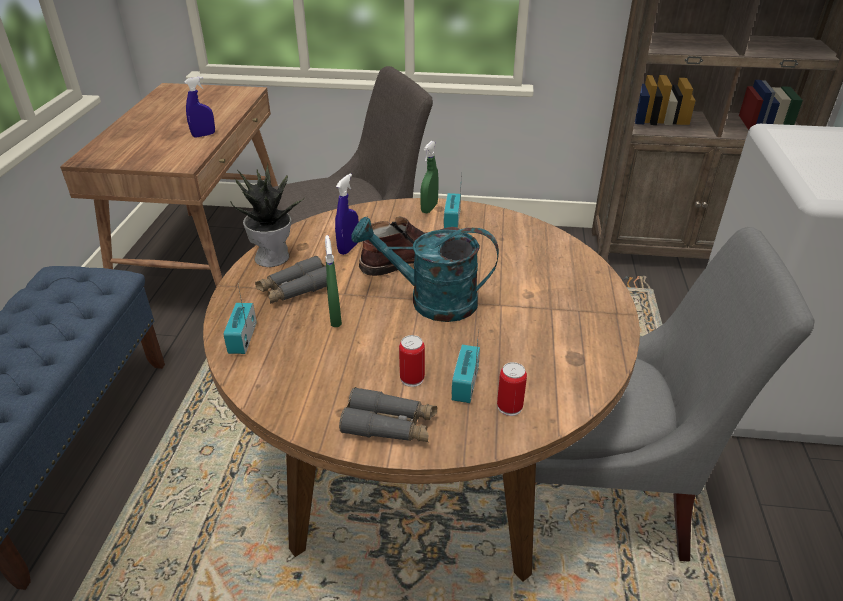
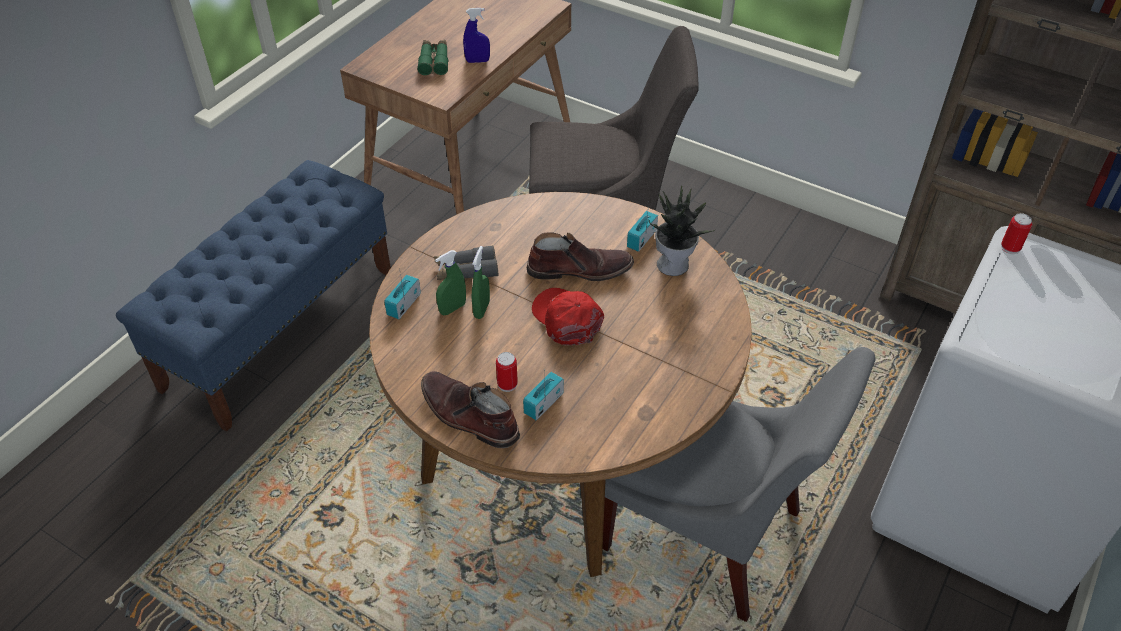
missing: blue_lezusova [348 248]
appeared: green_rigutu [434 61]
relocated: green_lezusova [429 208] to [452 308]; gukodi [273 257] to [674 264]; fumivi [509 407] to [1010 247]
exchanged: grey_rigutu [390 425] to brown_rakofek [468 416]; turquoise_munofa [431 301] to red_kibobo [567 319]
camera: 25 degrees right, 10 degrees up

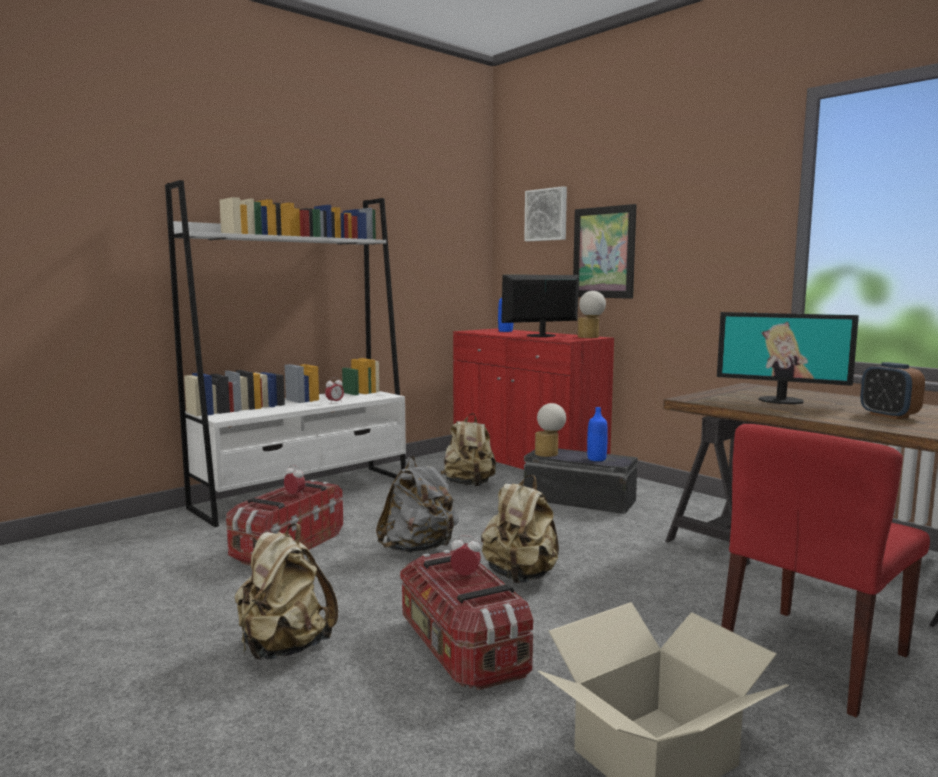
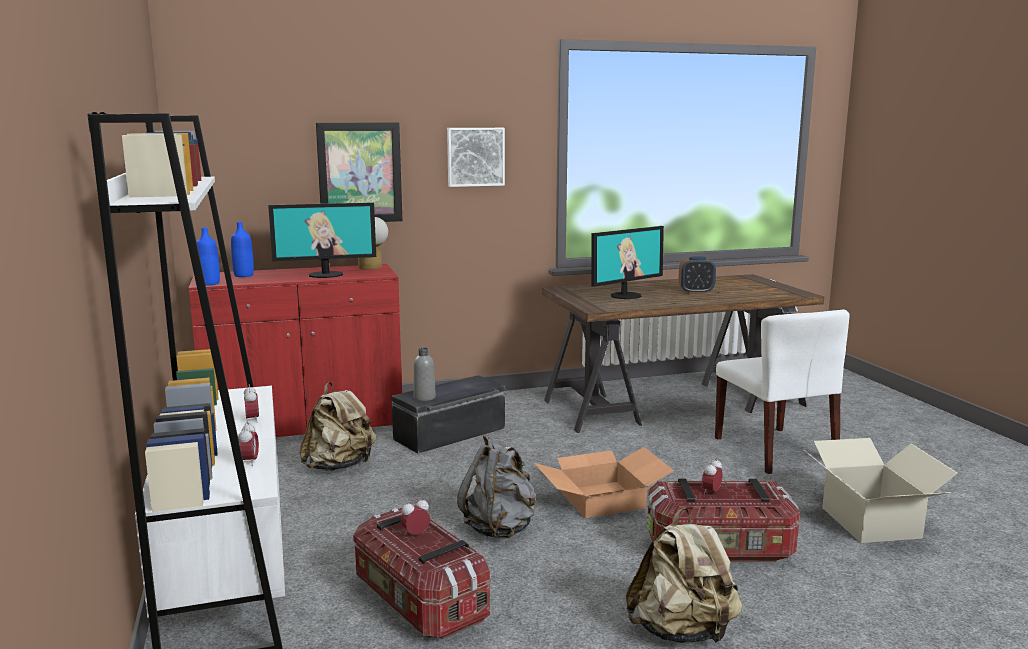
appeared: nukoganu [249 462]
relocated: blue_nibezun [596 459] to [209 283]; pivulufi [547 215] to [475 156]
exchanged: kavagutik [549 453] to grey_nibezun [424 397]; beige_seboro [520 576] to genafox [602 498]
colour: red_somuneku [814 658] to white_somuneku [775 450]
spun: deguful [541 336] = [326 274] 105 degrees counterclockwise
camera: 65 degrees left, 5 degrees up

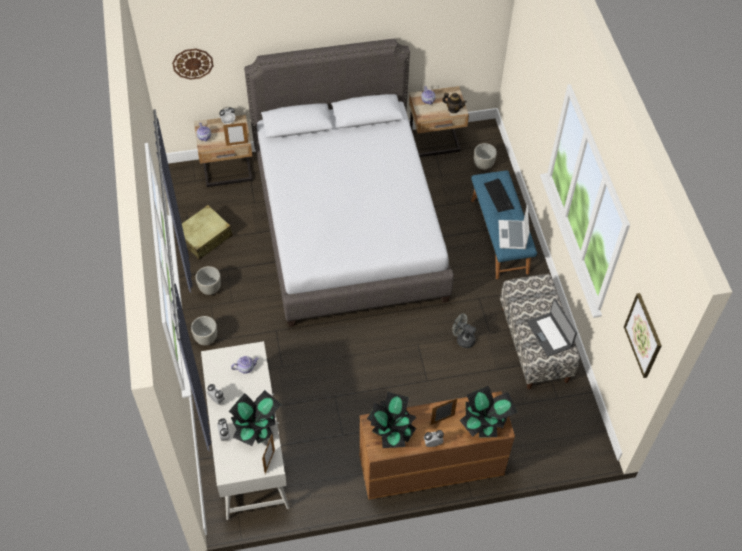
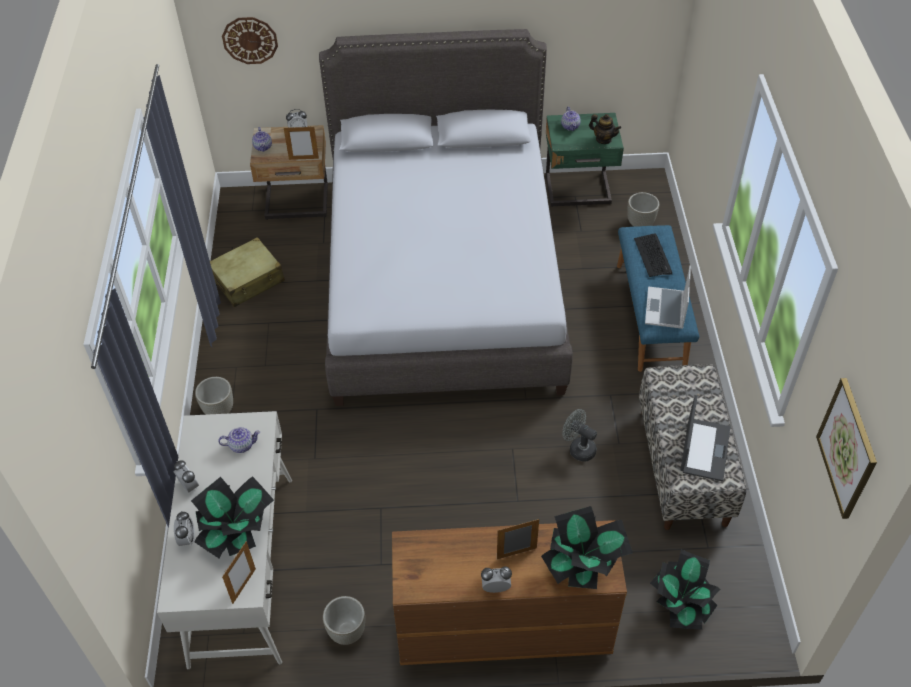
relocated: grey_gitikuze [210 289] to [347 632]; gukodi [391 430] to [681 603]
colour: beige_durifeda [435 143] to green_durifeda [578 191]
spun: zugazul [549 334] = [704 449] 150 degrees counterclockwise
camera: 10 degrees right, 5 degrees down

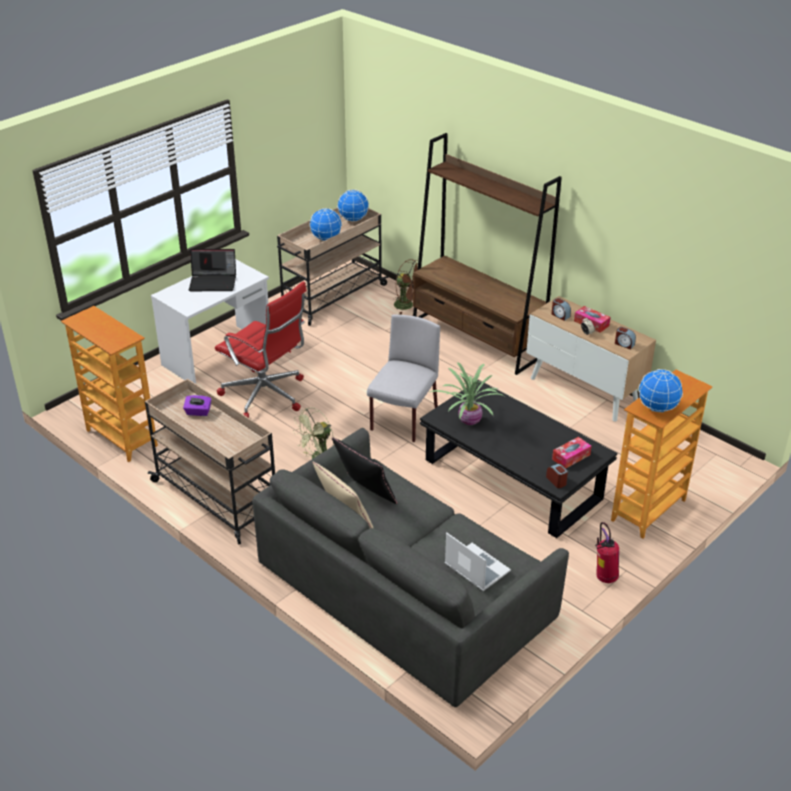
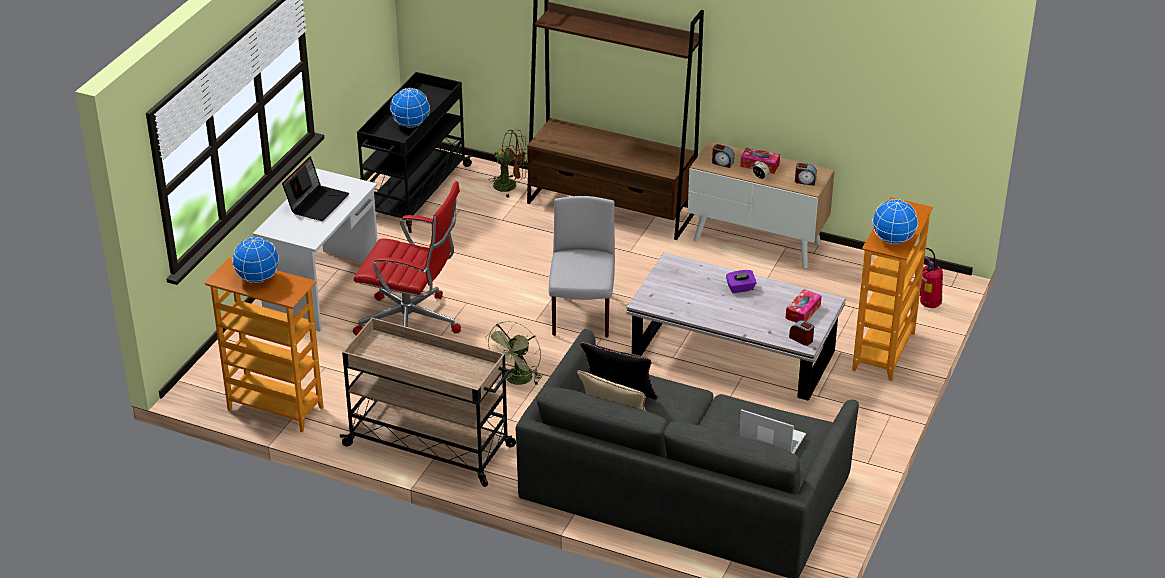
missing: gukodi [468 420]
relocated: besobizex [353 219] to [257 278]; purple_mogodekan [198 412] to [740 288]; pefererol [604 577] to [928 304]
colour: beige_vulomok [331 297] to black_vulomok [414 193]; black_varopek [512 479] to white_varopek [732 353]
spun: zugazul [214 282] = [317 203] 45 degrees counterclockwise
camera: 20 degrees left, 0 degrees up

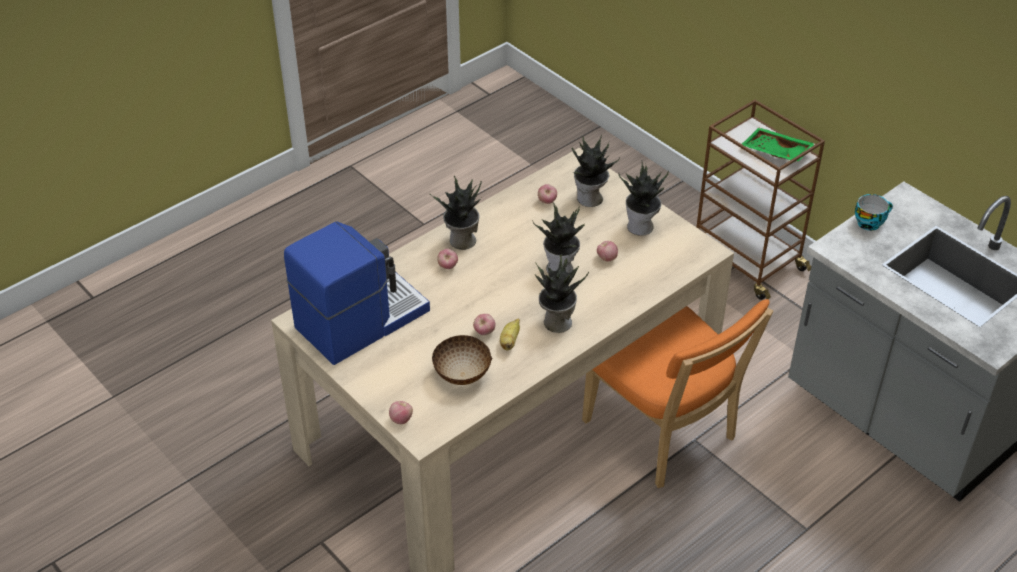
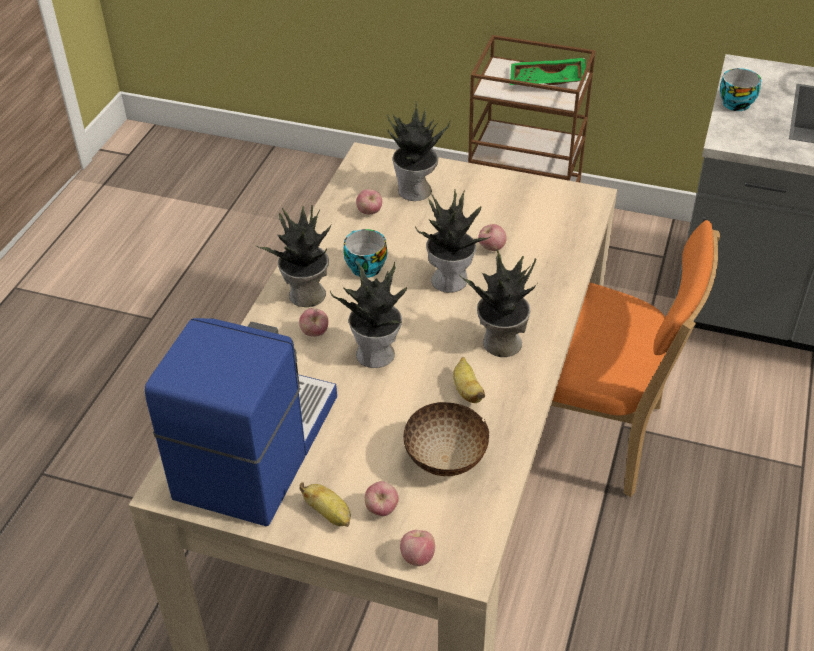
appeared: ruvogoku [329 514]; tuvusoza [364 267]
relocated: gukodi [641 227] to [377 354]; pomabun [484 332] to [382 509]
camera: 30 degrees left, 0 degrees up

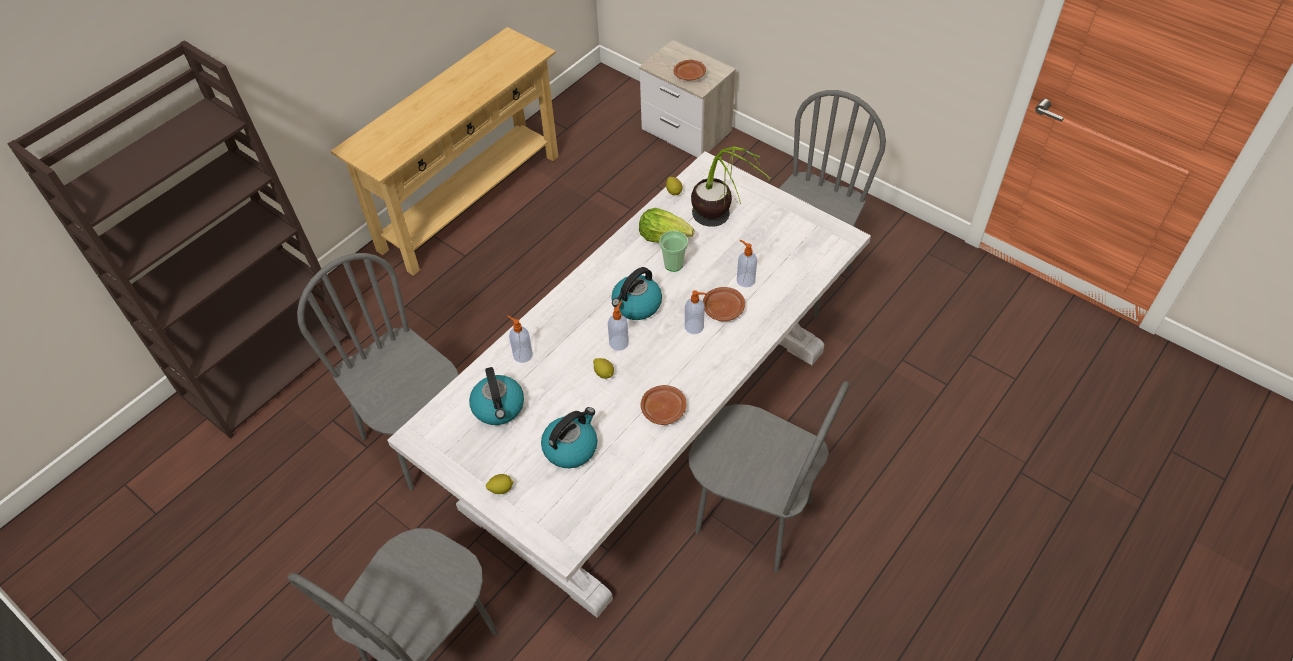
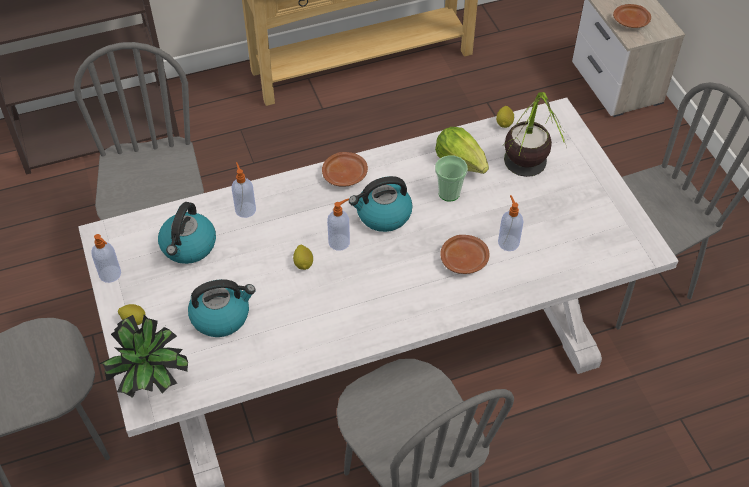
appeared: gukodi [152 385]
relocated: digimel [695 327] to [111 274]; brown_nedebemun [663 409] to [345 174]
camera: 30 degrees right, 0 degrees up

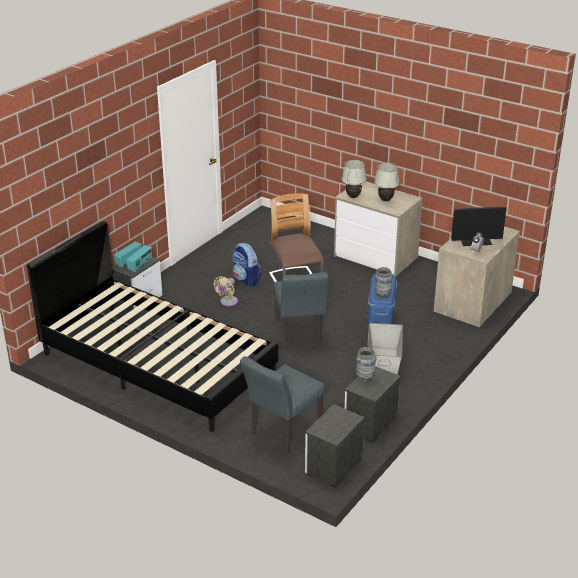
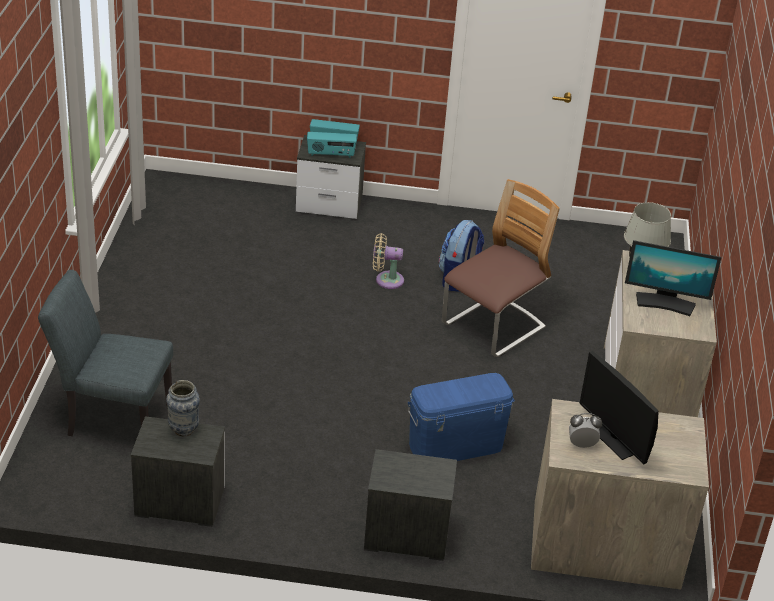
missing: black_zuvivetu [157 364]; grey_somuneku [300 334]; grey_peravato [383 364]; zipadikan [382 295]
relocated: durifeda [333 466] to [405 534]
exchanged: white_kavagutik [385 200] to deguful [665 303]
camera: 60 degrees right, 5 degrees up

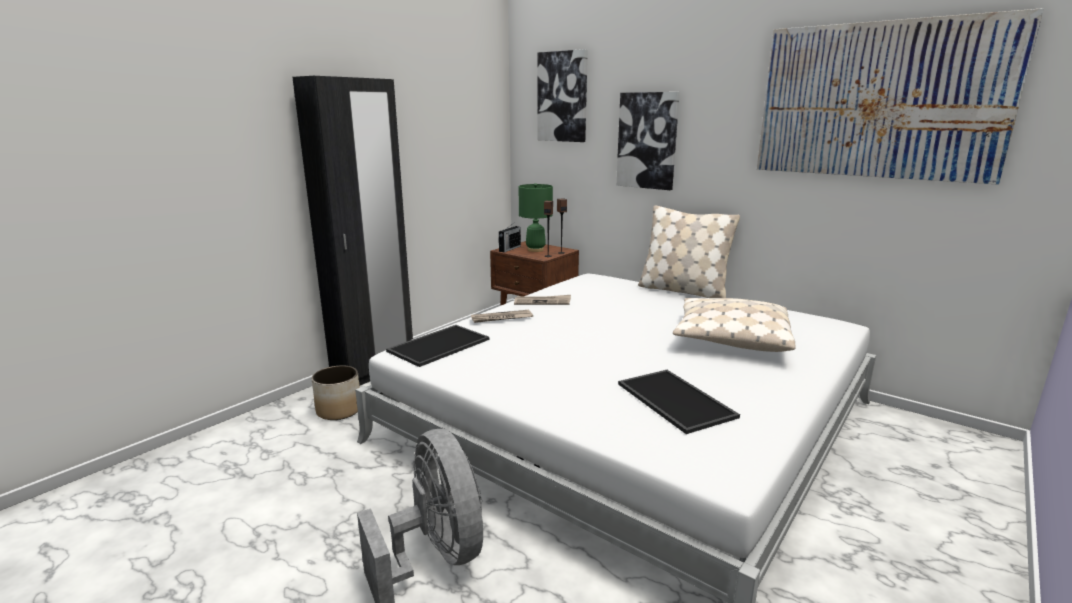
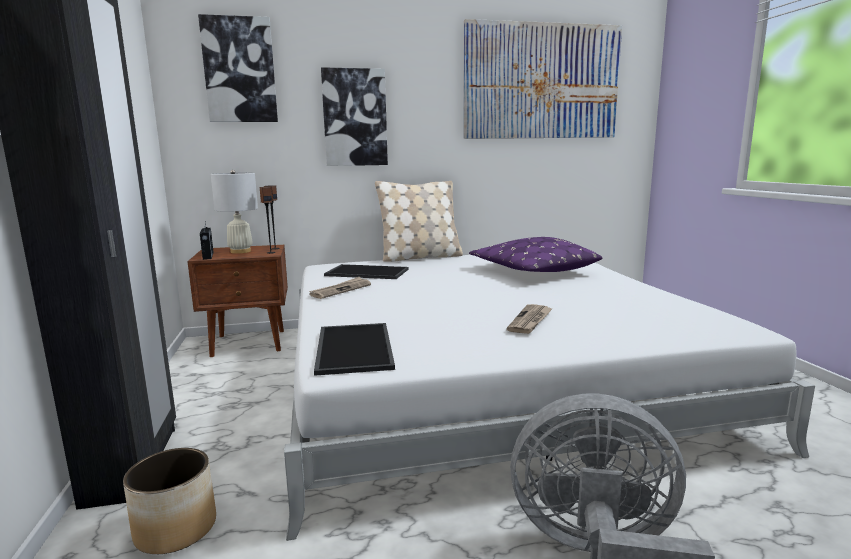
relocated: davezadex [673 400] to [366 272]; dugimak [501 318] to [530 321]
colour: green_kavagutik [535 250] to white_kavagutik [240 251]; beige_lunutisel [730 338] to purple_lunutisel [532 271]
camera: 50 degrees left, 5 degrees down

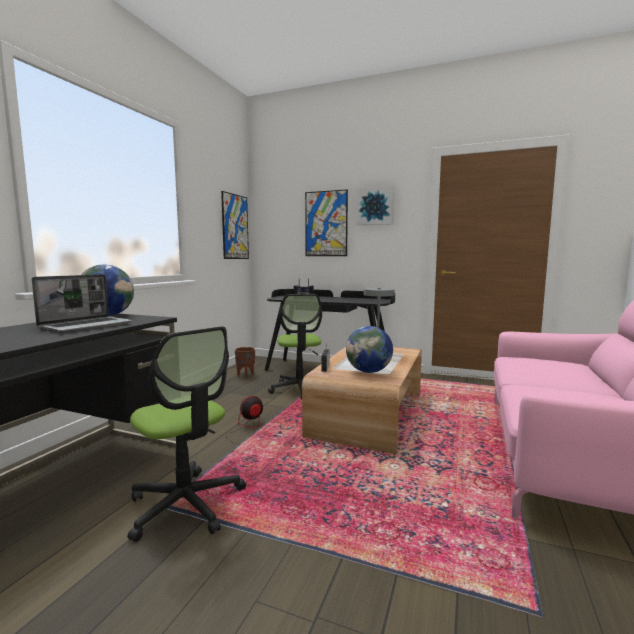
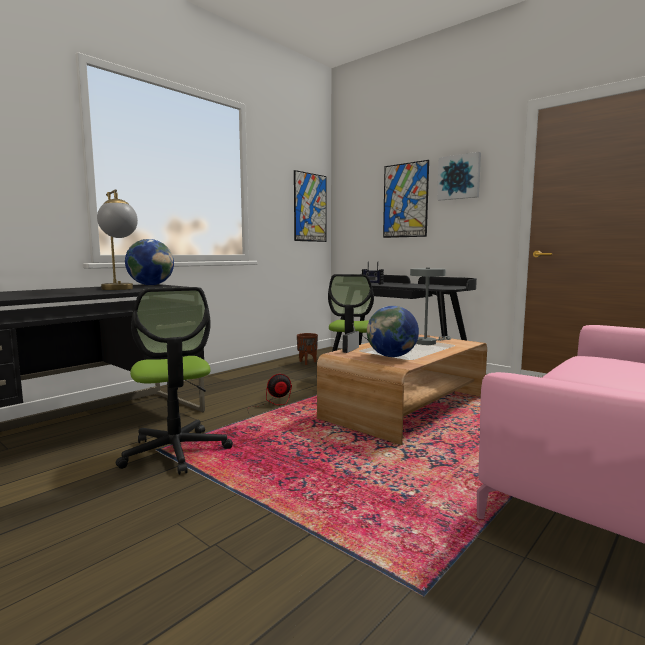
exchanged: zugazul [87 326] to kavagutik [120 289]
camera: 20 degrees right, 0 degrees up

